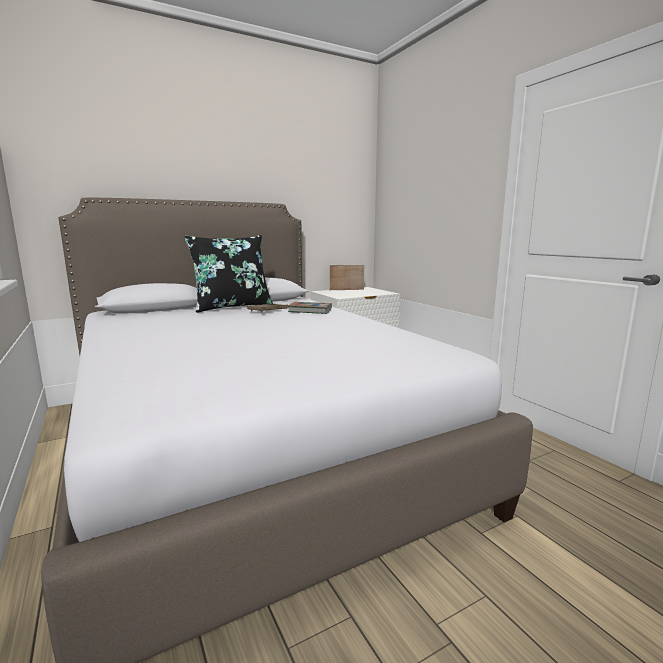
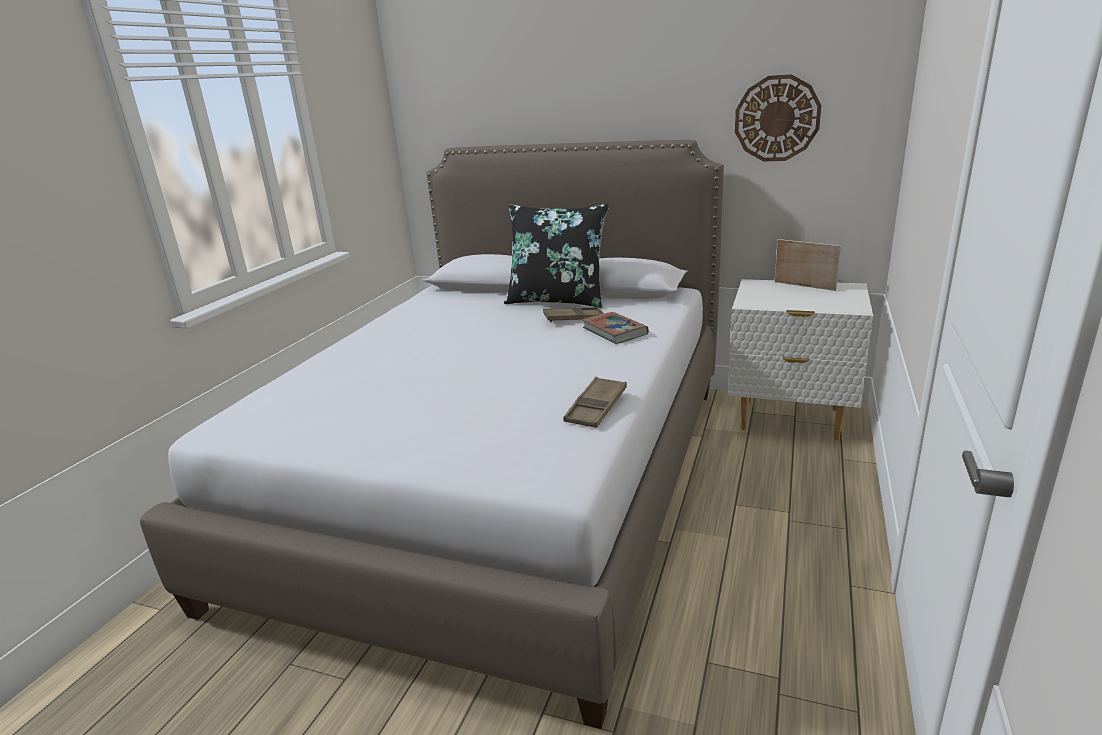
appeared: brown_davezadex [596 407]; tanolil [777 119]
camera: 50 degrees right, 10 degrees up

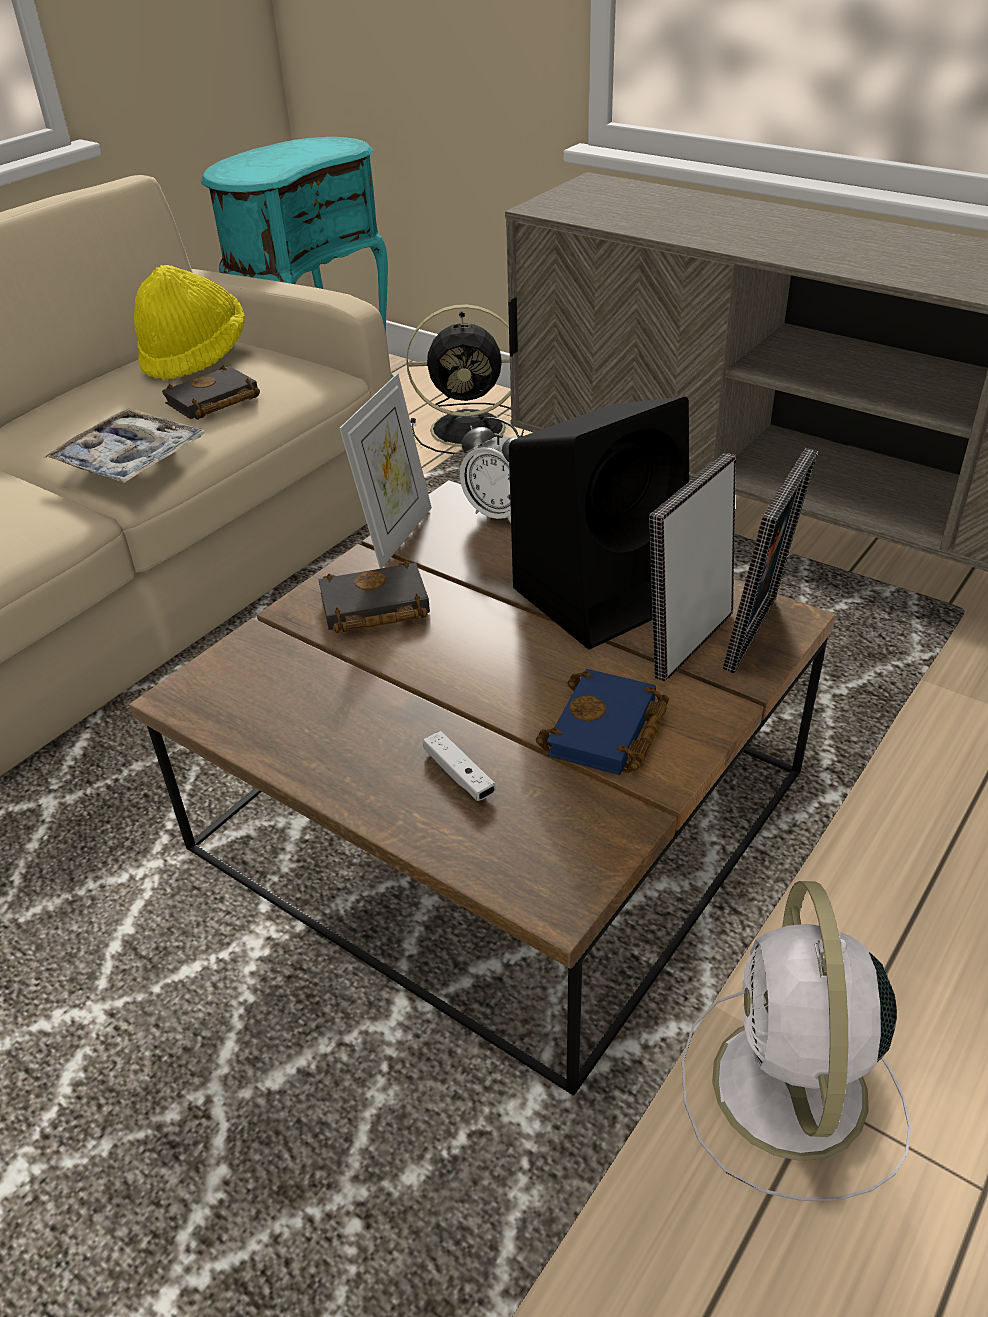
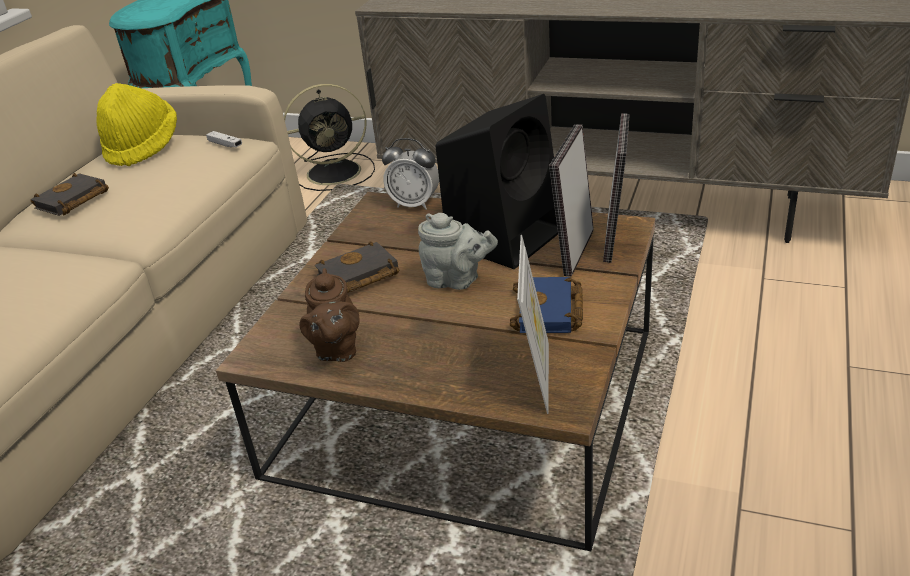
missing: davezadex [130 459]; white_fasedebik [790 1093]
appeared: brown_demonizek [336 350]; grey_demonizek [457 280]
relocated: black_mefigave [212 402] to [72 201]; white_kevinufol [459 775] to [225 144]; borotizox [396 535] to [536 376]
camera: 15 degrees left, 5 degrees down

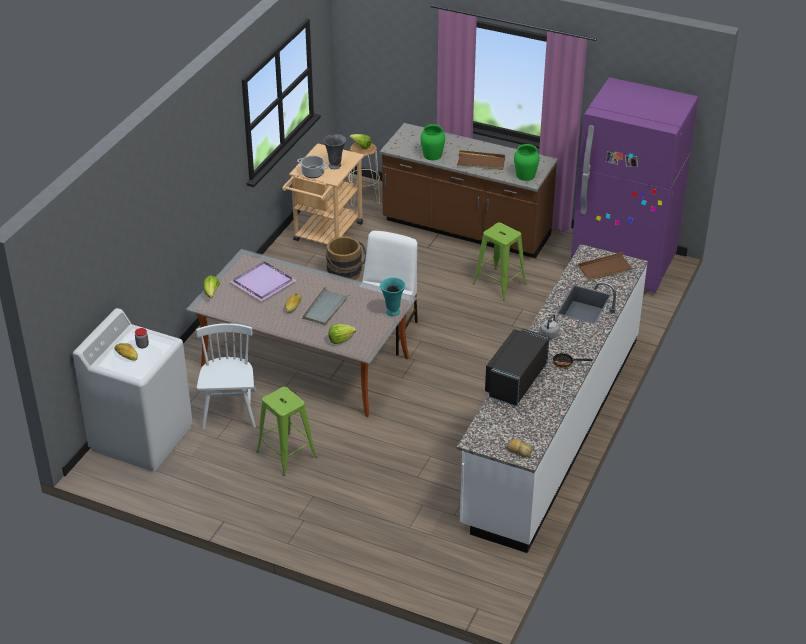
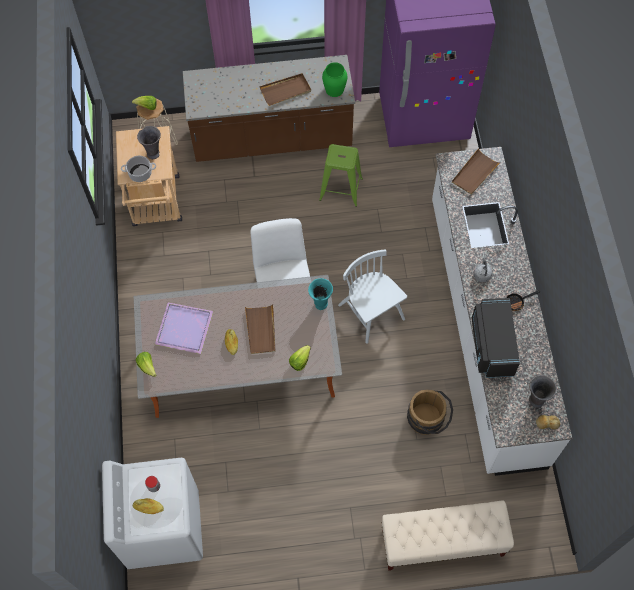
missing: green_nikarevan [287 454]; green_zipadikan [432 155]
appeared: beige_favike [442 542]; grey_zipadikan [535 400]
relocated: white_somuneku [230 409] to [371 312]; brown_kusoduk [346 275] to [428 420]
colour: grey_davezadex [325 308] to brown_davezadex [261 330]
camera: 30 degrees left, 25 degrees up

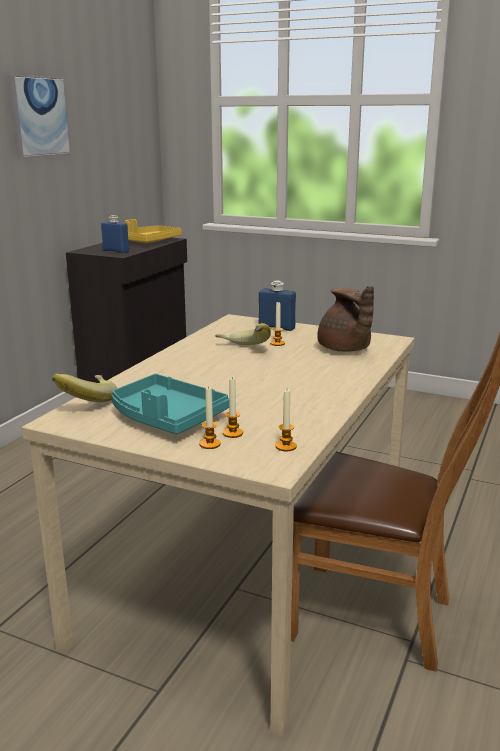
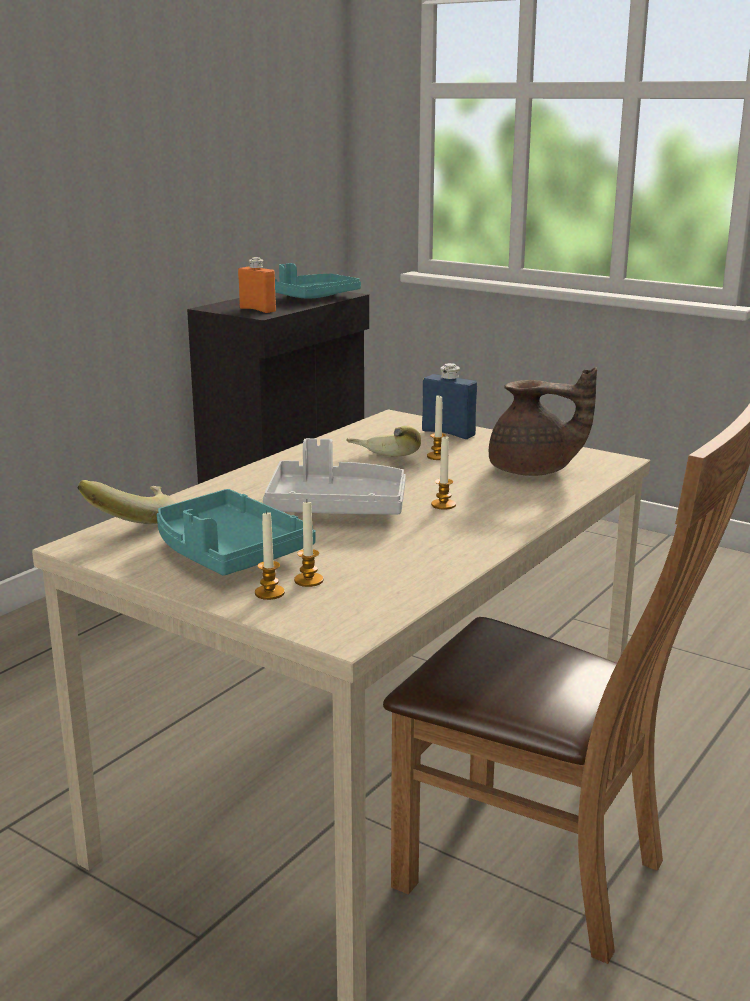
missing: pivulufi [39 116]
appeared: grey_davezadex [336 507]
relocated: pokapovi [286 446] to [443 505]
colour: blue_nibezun [116 251] to orange_nibezun [257 310]; yellow_davezadex [150 241] to turquoise_davezadex [313 297]
spun: brown_demonizek [344 349] = [533 471] 60 degrees counterclockwise
camera: 10 degrees right, 0 degrees up

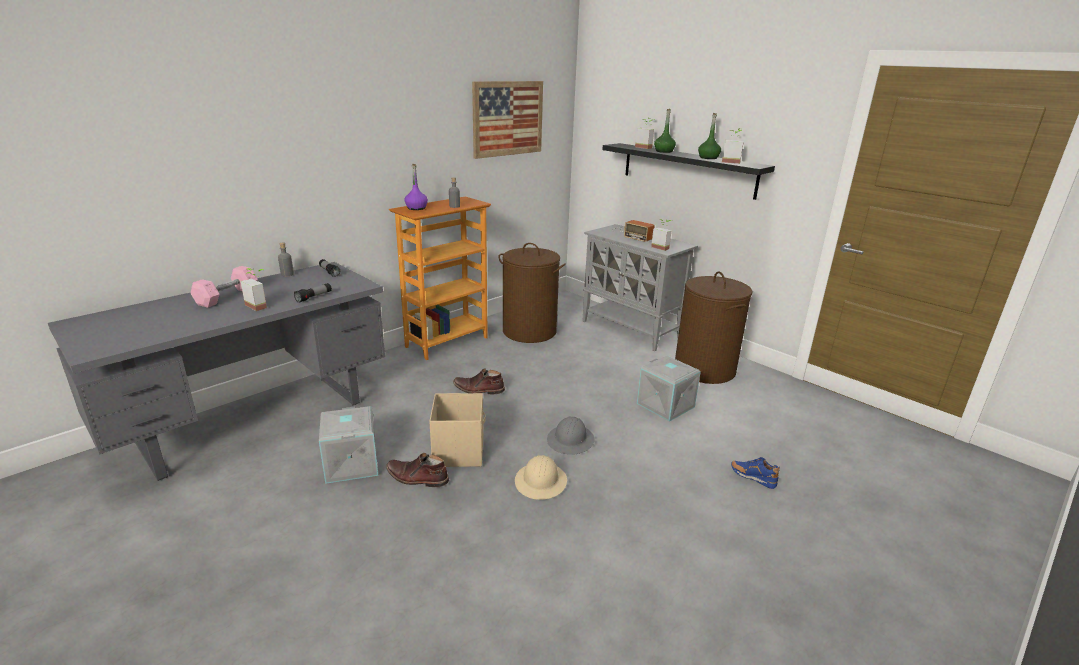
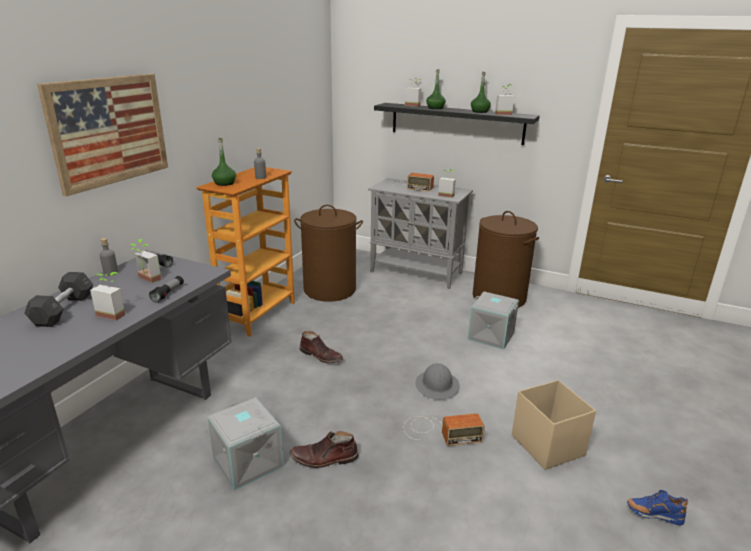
appeared: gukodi [146 279]
relocated: pivulufi [508 118] to [109 131]; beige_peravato [459 451] to [547 444]; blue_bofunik [752 478] to [653 515]
exchanged: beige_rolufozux [541 482] to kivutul [439 431]
colour: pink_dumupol [227 296] to grey_dumupol [63 310]; purple_nibezun [416 208] to green_nibezun [224 183]
spun: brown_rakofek [478 389] = [321 356] 135 degrees counterclockwise
camera: 20 degrees left, 0 degrees up

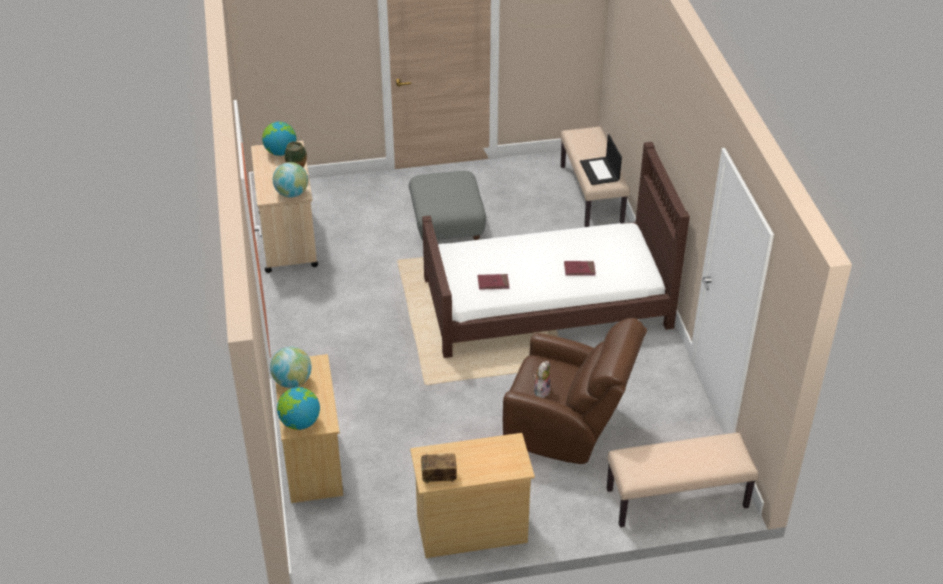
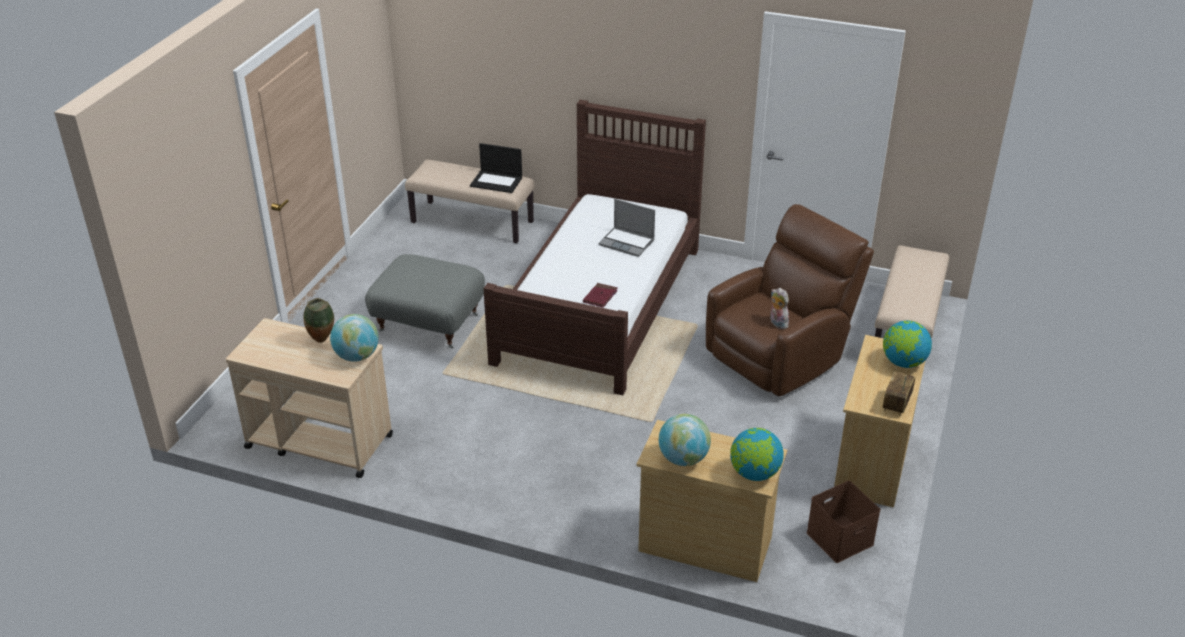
appeared: brown_peravato [840 537]
relocated: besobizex [280 152] to [903 362]
exchanged: red_mefigave [579 269] to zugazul [627 243]
camera: 60 degrees left, 5 degrees down

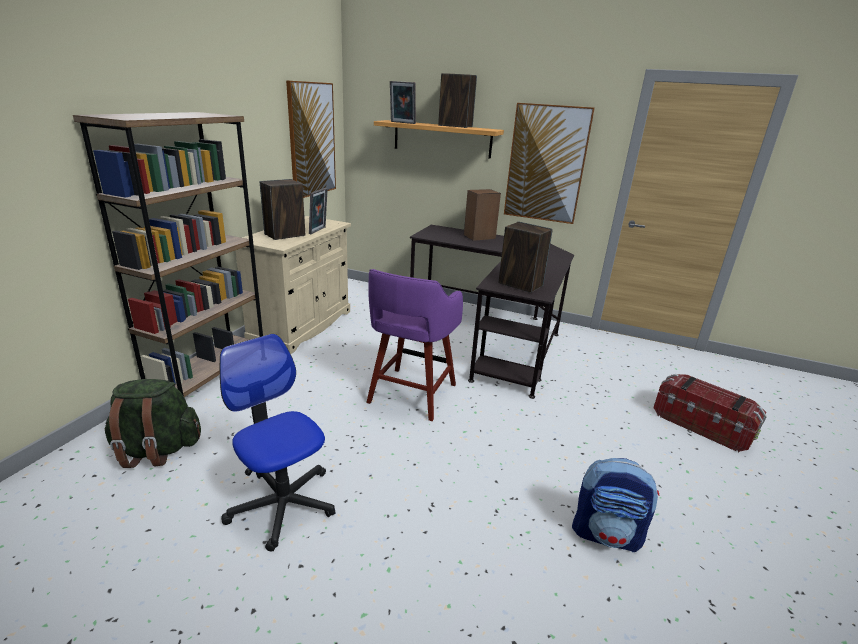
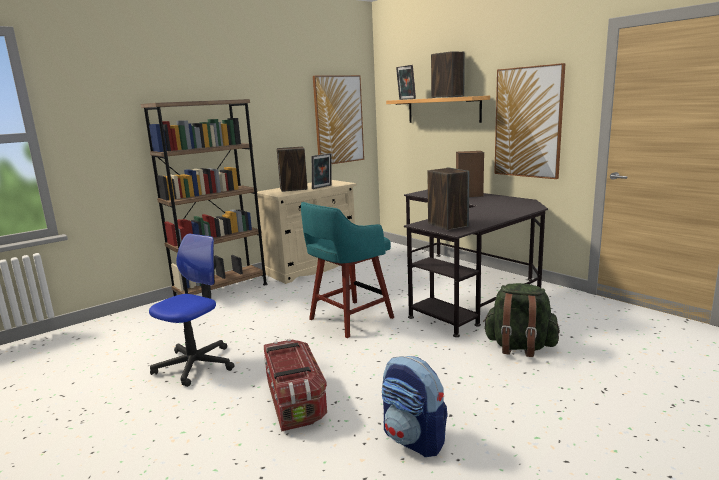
relocated: peravato [701 425] to [295 400]; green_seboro [157 450] to [519 347]
colour: purple_nikarevan [411 395] to turquoise_nikarevan [349 319]
spun: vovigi [283 504] = [195 365] 45 degrees clockwise
camera: 30 degrees right, 10 degrees down

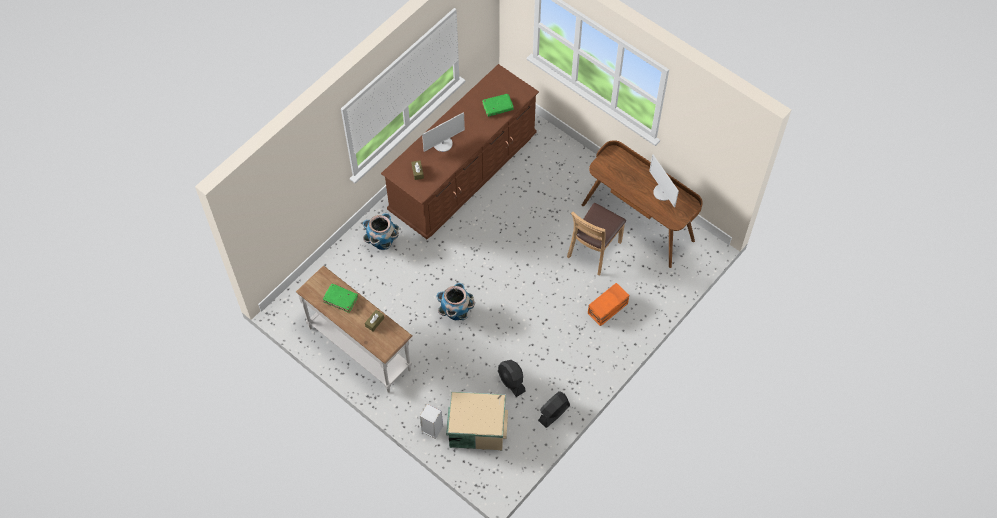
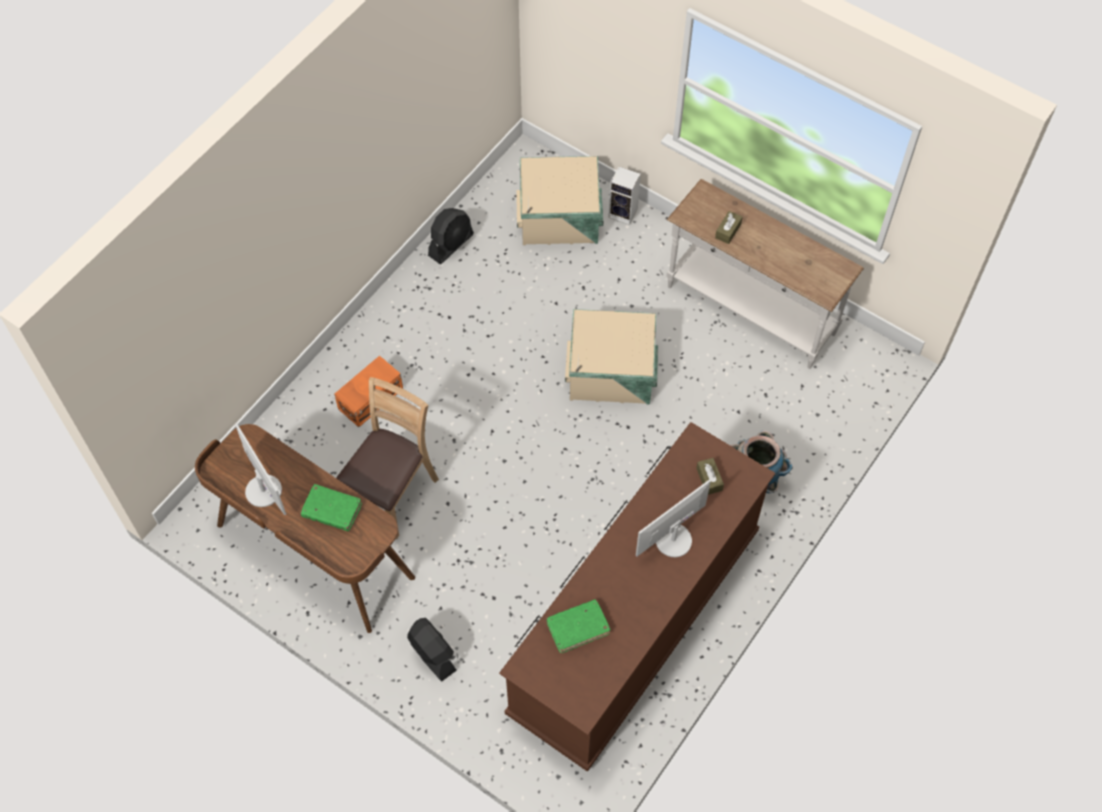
relocated: green_mefigave [340 299] to [332 510]; black_fasedebik [511 381] to [432 654]
exchanged: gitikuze [456 312] to beige_peravato [612 374]
camera: 175 degrees right, 0 degrees up

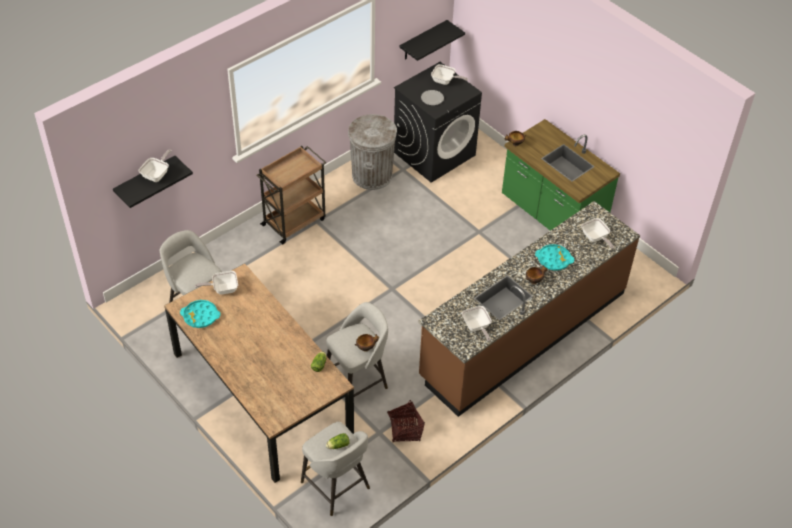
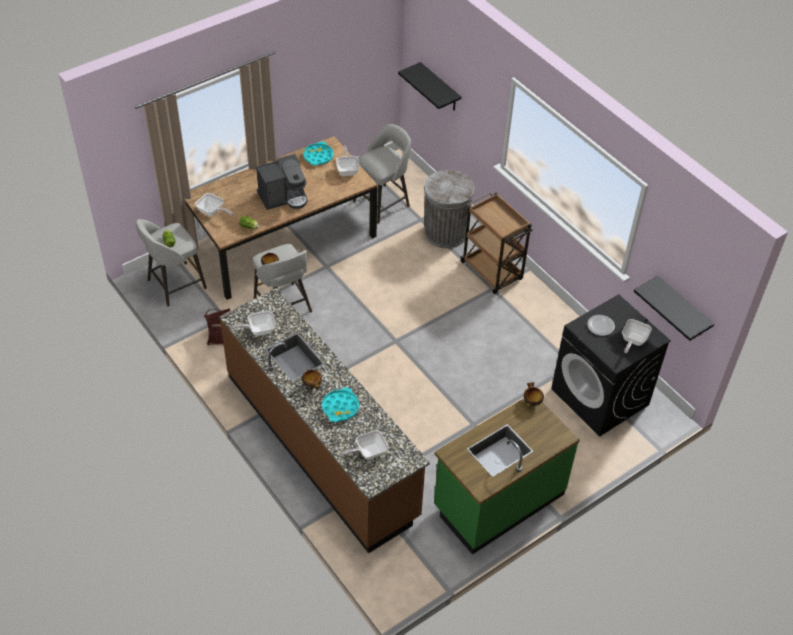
appeared: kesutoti [283 197]
relocated: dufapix [157 174] to [212 212]; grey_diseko [371 175] to [445 233]
camera: 95 degrees right, 0 degrees up

